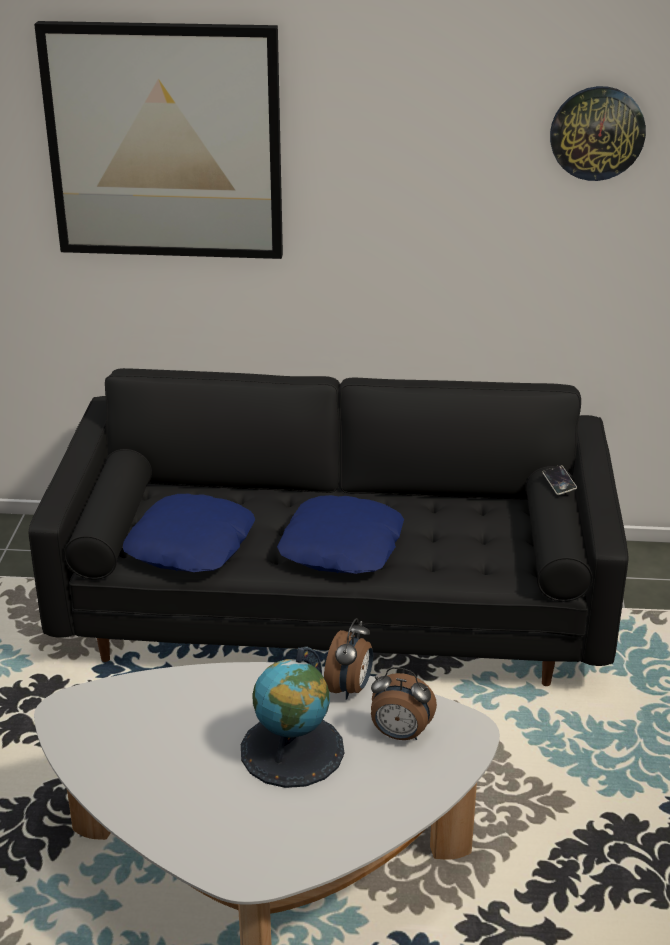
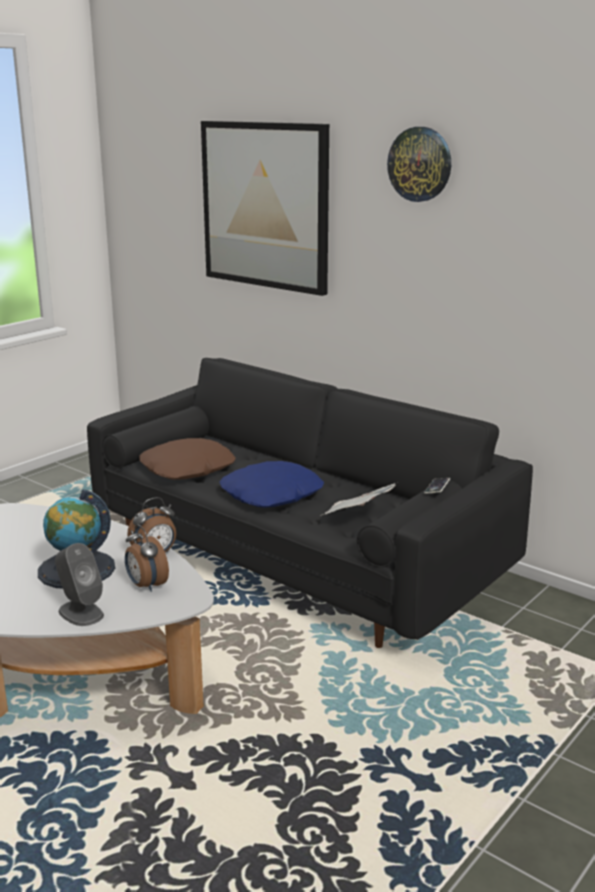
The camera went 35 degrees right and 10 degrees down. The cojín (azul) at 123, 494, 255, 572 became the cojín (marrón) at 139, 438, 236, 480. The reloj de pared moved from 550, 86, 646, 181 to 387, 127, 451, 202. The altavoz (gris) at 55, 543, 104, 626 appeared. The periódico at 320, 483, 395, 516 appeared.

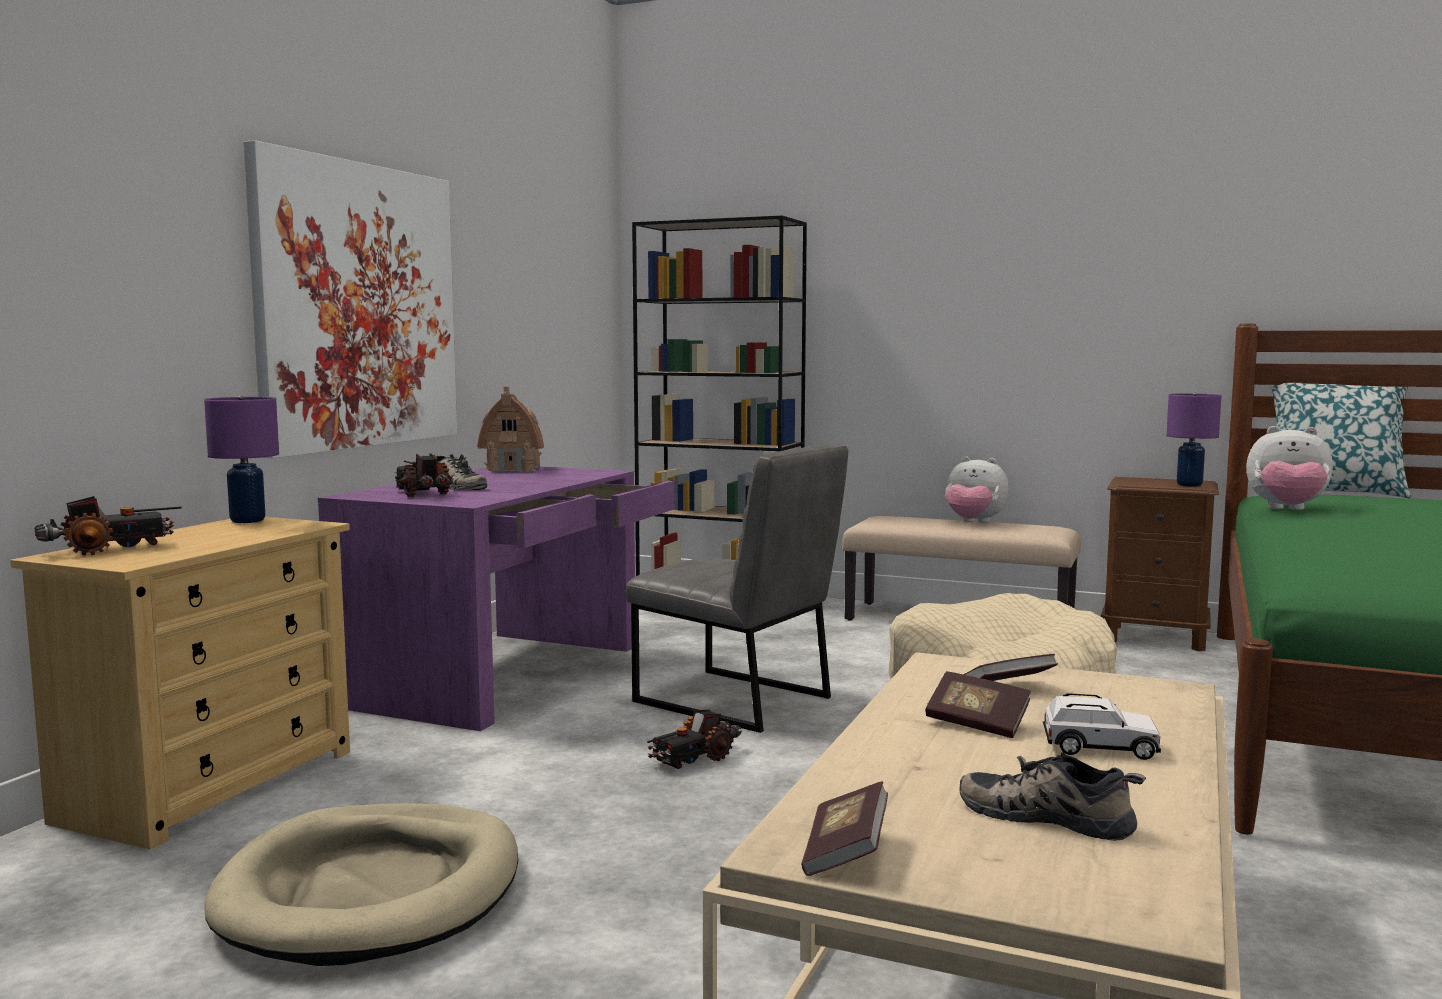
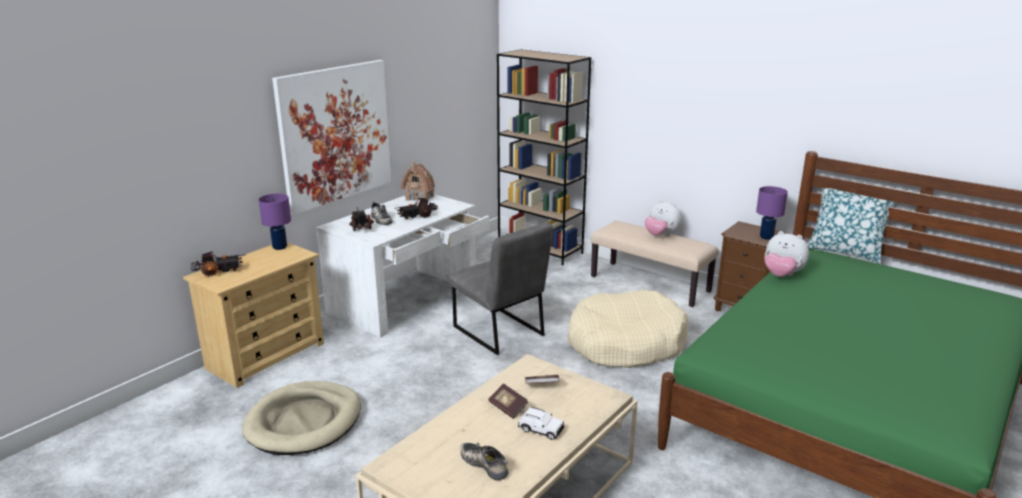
The camera went 15 degrees right and 15 degrees up. The escritorio (morado) at 318, 466, 675, 731 became the escritorio (blanco) at 316, 194, 490, 338. The camión de juguete moved from 647, 710, 742, 769 to 394, 198, 438, 219. The libro at 801, 781, 888, 876 disappeared.

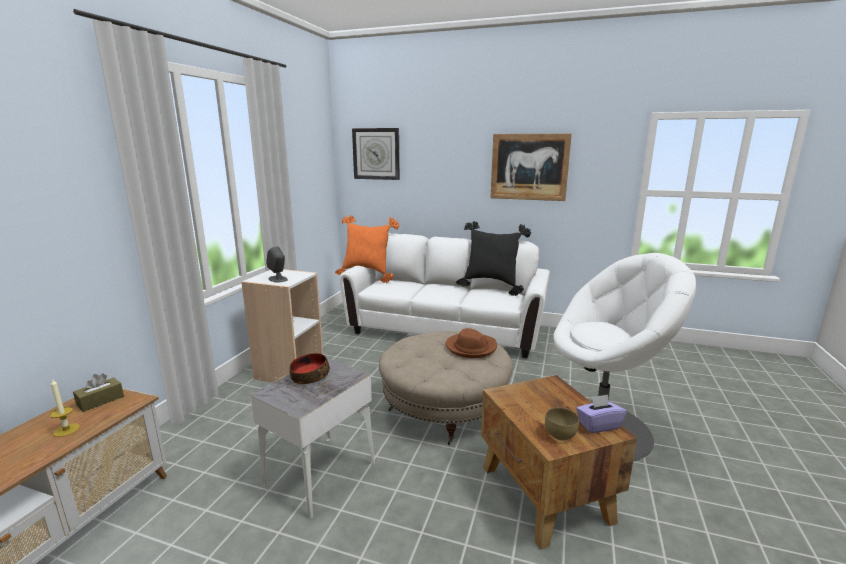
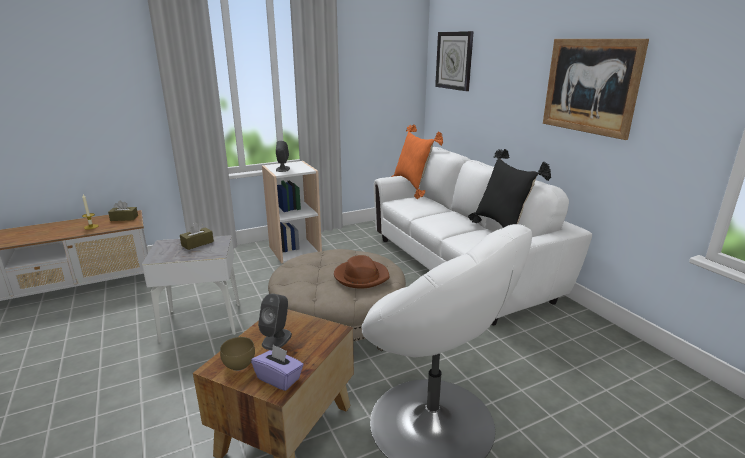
The camera went 45 degrees right and 5 degrees up. The cuenco at 289, 353, 330, 384 was replaced by the caja de pañuelos (marrón) at 180, 222, 214, 250. The altavoz (gris) at 258, 294, 292, 350 appeared.

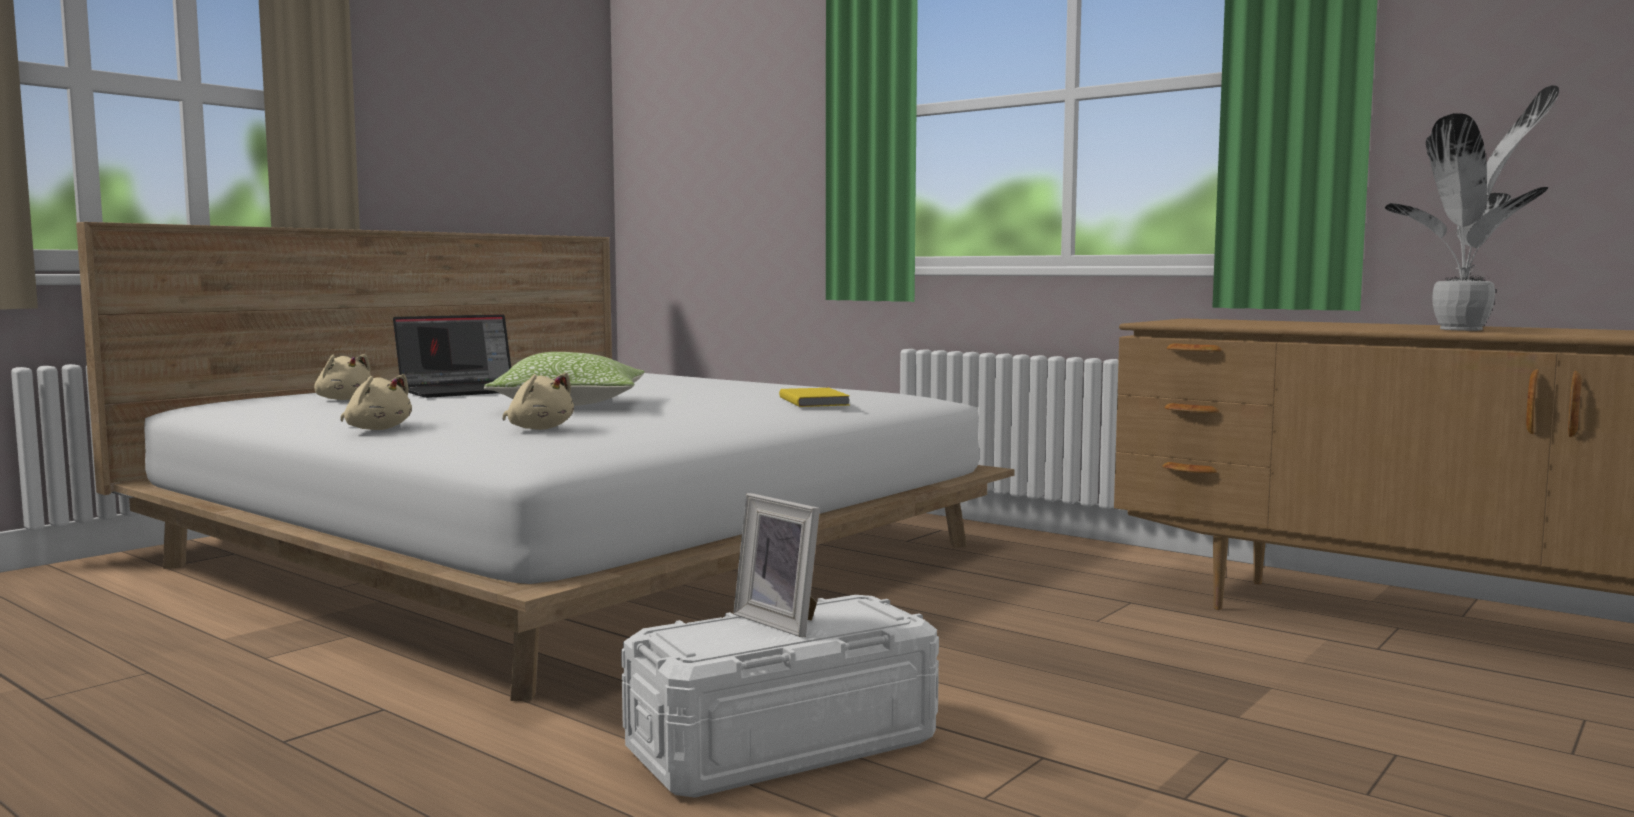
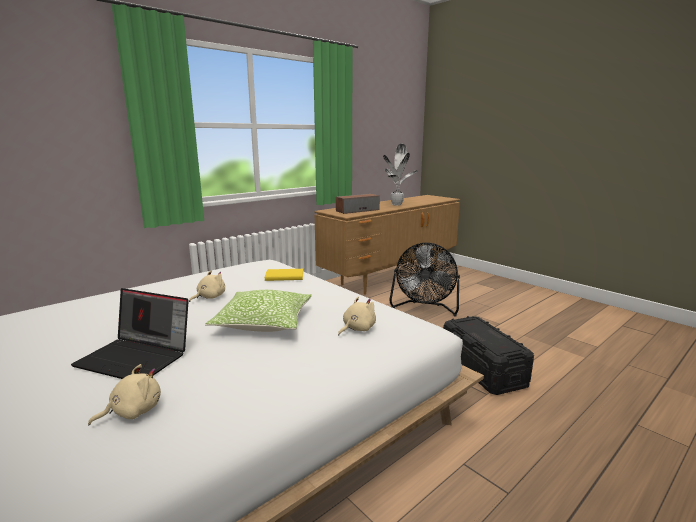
The camera went 80 degrees left and 10 degrees up. The peluche (beis) moved from 340, 374, 412, 430 to 189, 271, 225, 302. The portátil at 393, 314, 511, 398 turned 135 degrees clockwise. The caja de almacenaje (blanco) at 621, 595, 939, 798 became the caja de almacenaje (negro) at 443, 316, 534, 395. The portarretratos at 733, 493, 820, 637 disappeared. The altavoz at 336, 194, 380, 214 appeared. The ventilador (negro) at 390, 243, 460, 317 appeared.

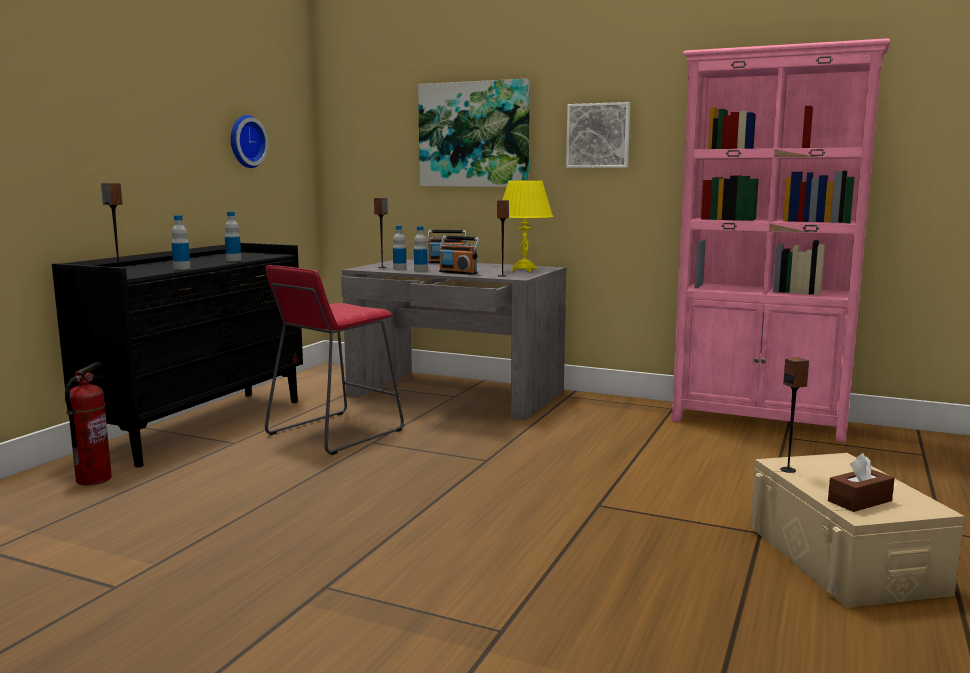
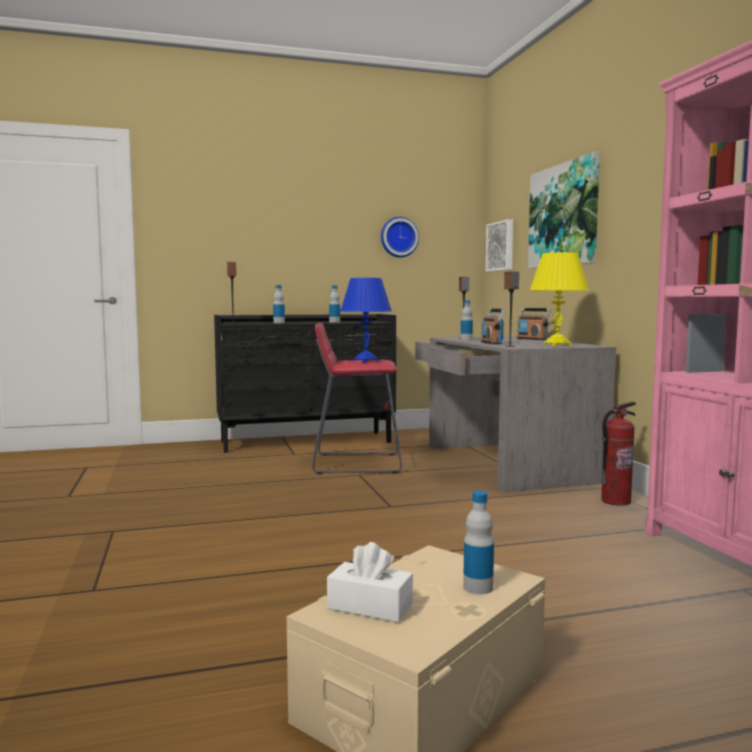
The camera went 50 degrees right and 5 degrees down. The extintor moved from 65, 362, 112, 485 to 601, 402, 636, 506. The botella moved from 414, 226, 428, 272 to 463, 491, 494, 594. The cuadro moved from 566, 102, 630, 168 to 486, 219, 513, 272. The altavoz at 780, 357, 809, 473 disappeared. The caja de pañuelos (marrón) at 828, 453, 894, 512 became the caja de pañuelos (blanco) at 327, 542, 413, 622. The lámpara de mesa (azul) at 340, 278, 392, 363 appeared.

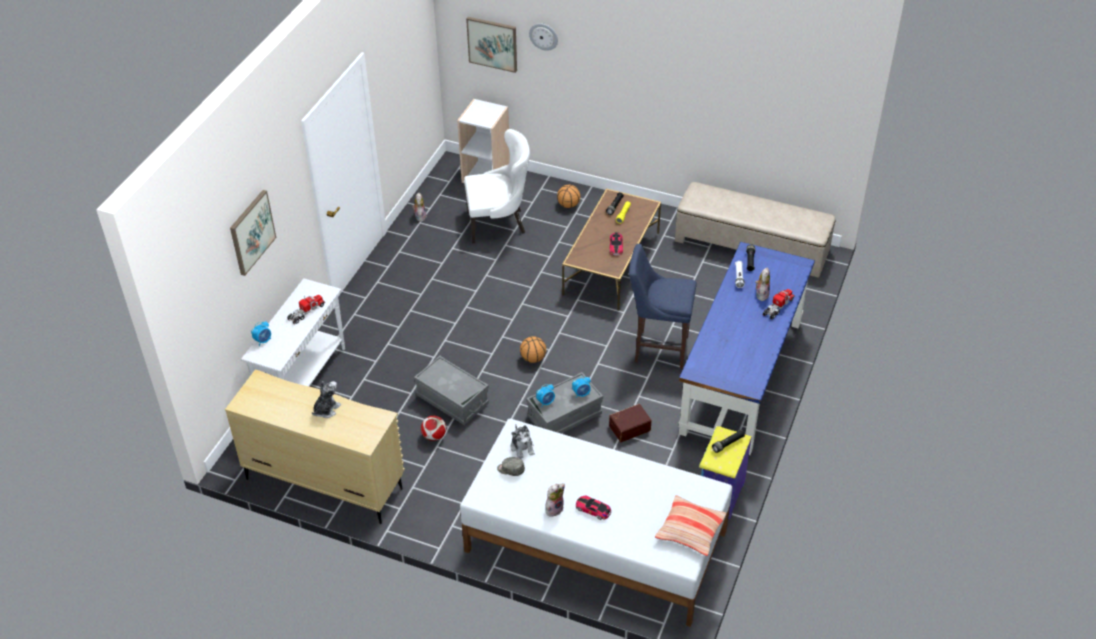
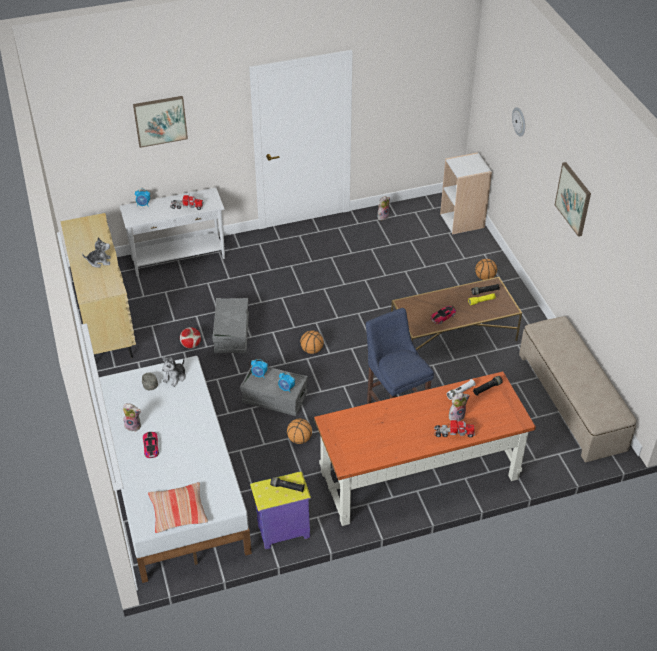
The camera went 50 degrees right and 0 degrees up. The silla (blanco) at 464, 129, 530, 243 disappeared. The cuadro moved from 466, 17, 517, 73 to 555, 162, 591, 237. The caja de almacenaje (marrón) at 609, 404, 652, 442 was replaced by the balón de baloncesto at 287, 419, 312, 444. The escritorio (azul) at 678, 242, 815, 455 became the escritorio (naranja) at 314, 371, 536, 526.

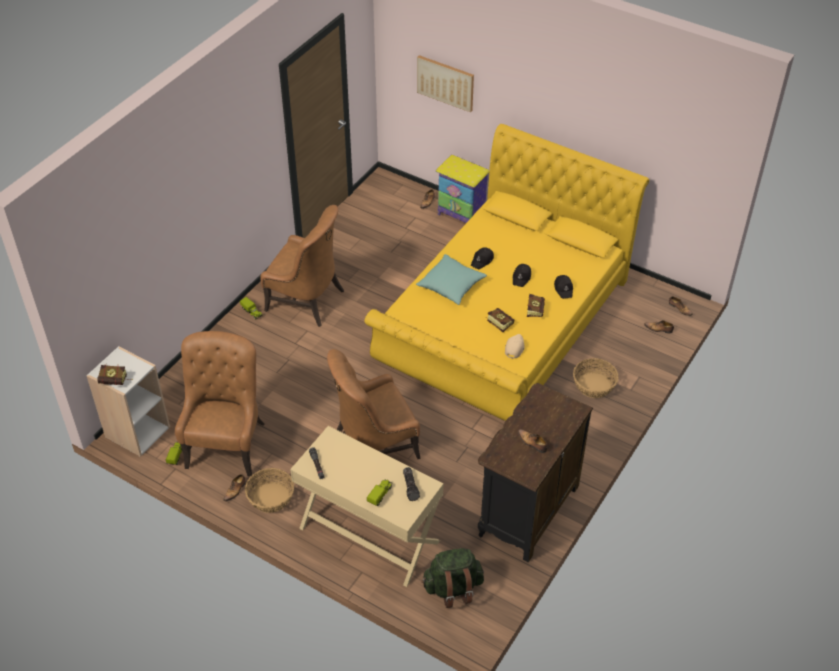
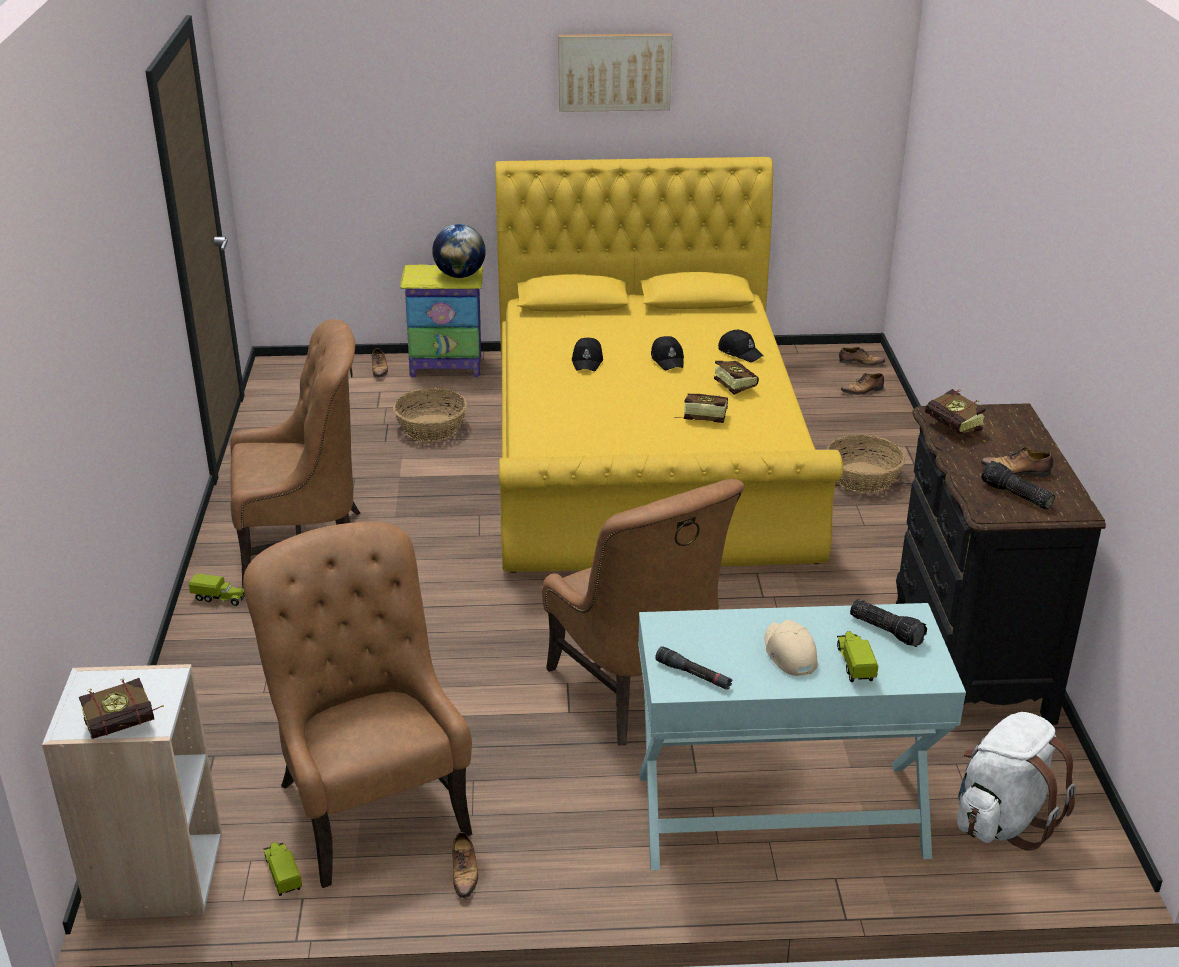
The camera went 35 degrees left and 15 degrees down. The cesta moved from 245, 468, 294, 513 to 393, 388, 467, 442. The escritorio (beis) at 290, 426, 443, 587 became the escritorio (turquesa) at 638, 603, 966, 870. The silla (marrón) at 327, 349, 421, 459 turned 60 degrees counterclockwise. The cojín (turquesa) at 416, 254, 487, 305 disappeared. The cuadro moved from 417, 55, 474, 112 to 558, 33, 672, 112. The mochila (verde) at 422, 548, 484, 608 became the mochila (blanco) at 957, 712, 1076, 851. The gorra (beis) moved from 505, 334, 525, 359 to 764, 620, 818, 676. The globo terráqueo at 432, 224, 486, 278 appeared. The libro at 925, 389, 986, 442 appeared. The linterna at 981, 461, 1055, 509 appeared.

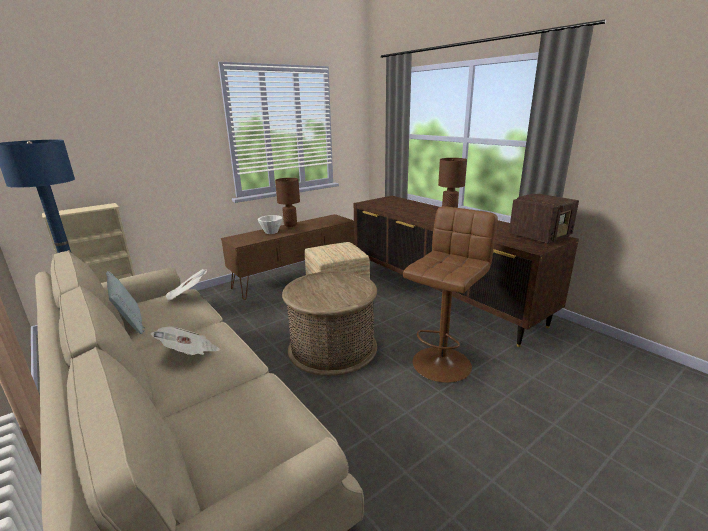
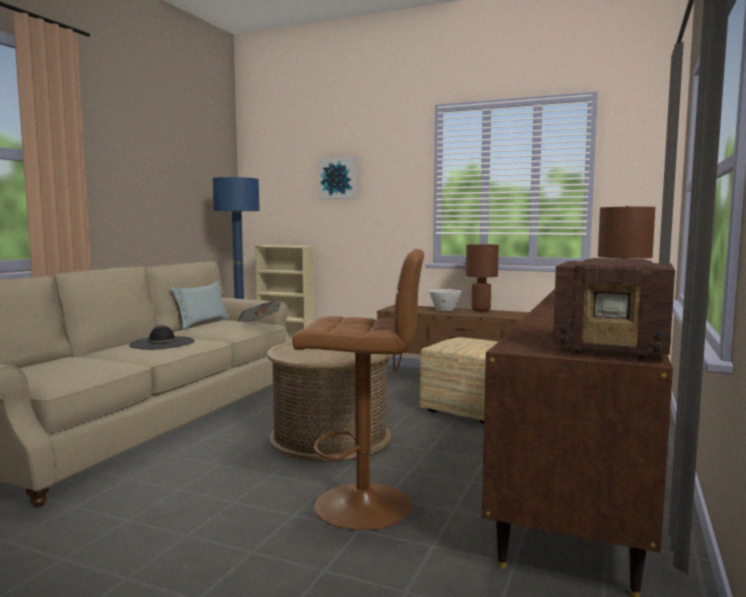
The camera went 60 degrees right and 15 degrees down. The periódico at 150, 326, 220, 355 was replaced by the sombrero (negro) at 129, 325, 195, 350. The cuadro at 318, 157, 357, 199 appeared.

